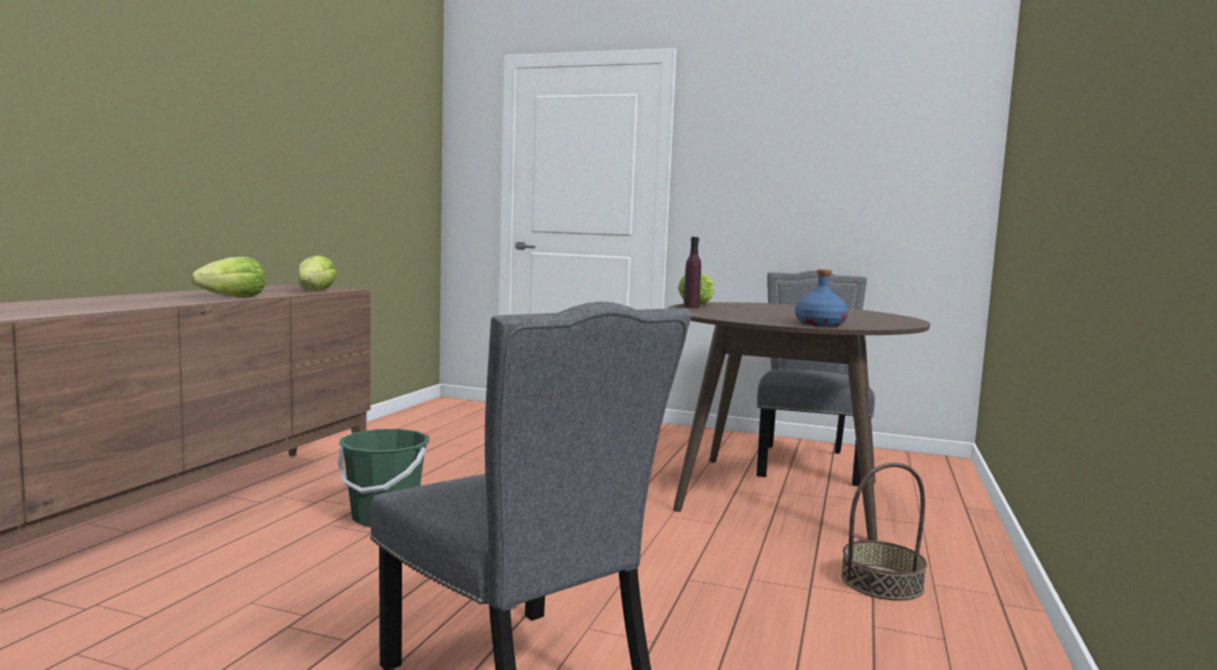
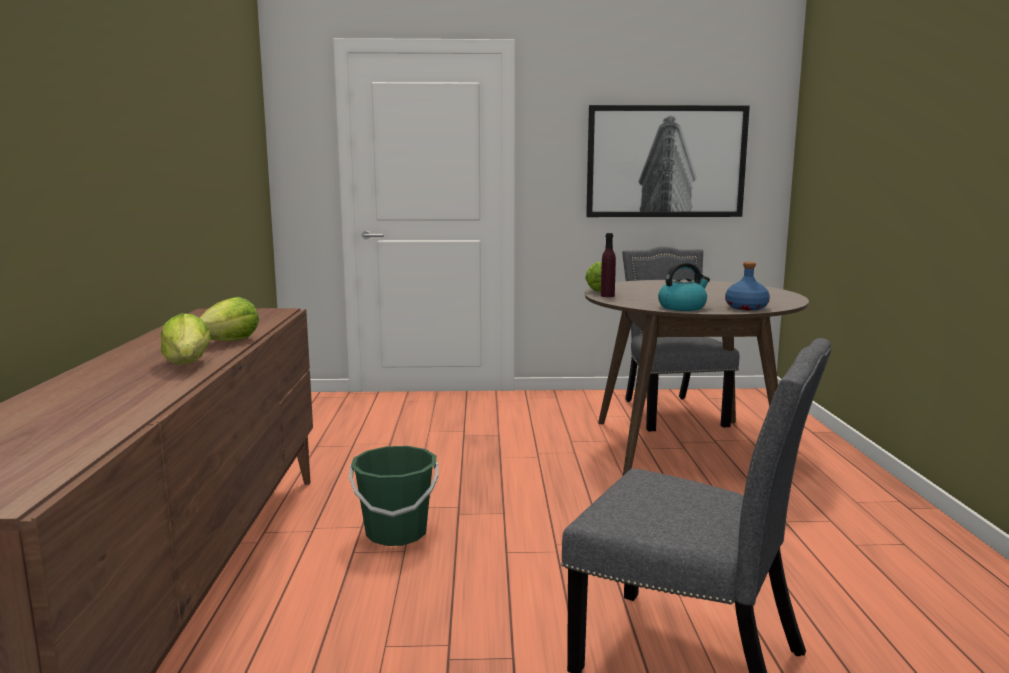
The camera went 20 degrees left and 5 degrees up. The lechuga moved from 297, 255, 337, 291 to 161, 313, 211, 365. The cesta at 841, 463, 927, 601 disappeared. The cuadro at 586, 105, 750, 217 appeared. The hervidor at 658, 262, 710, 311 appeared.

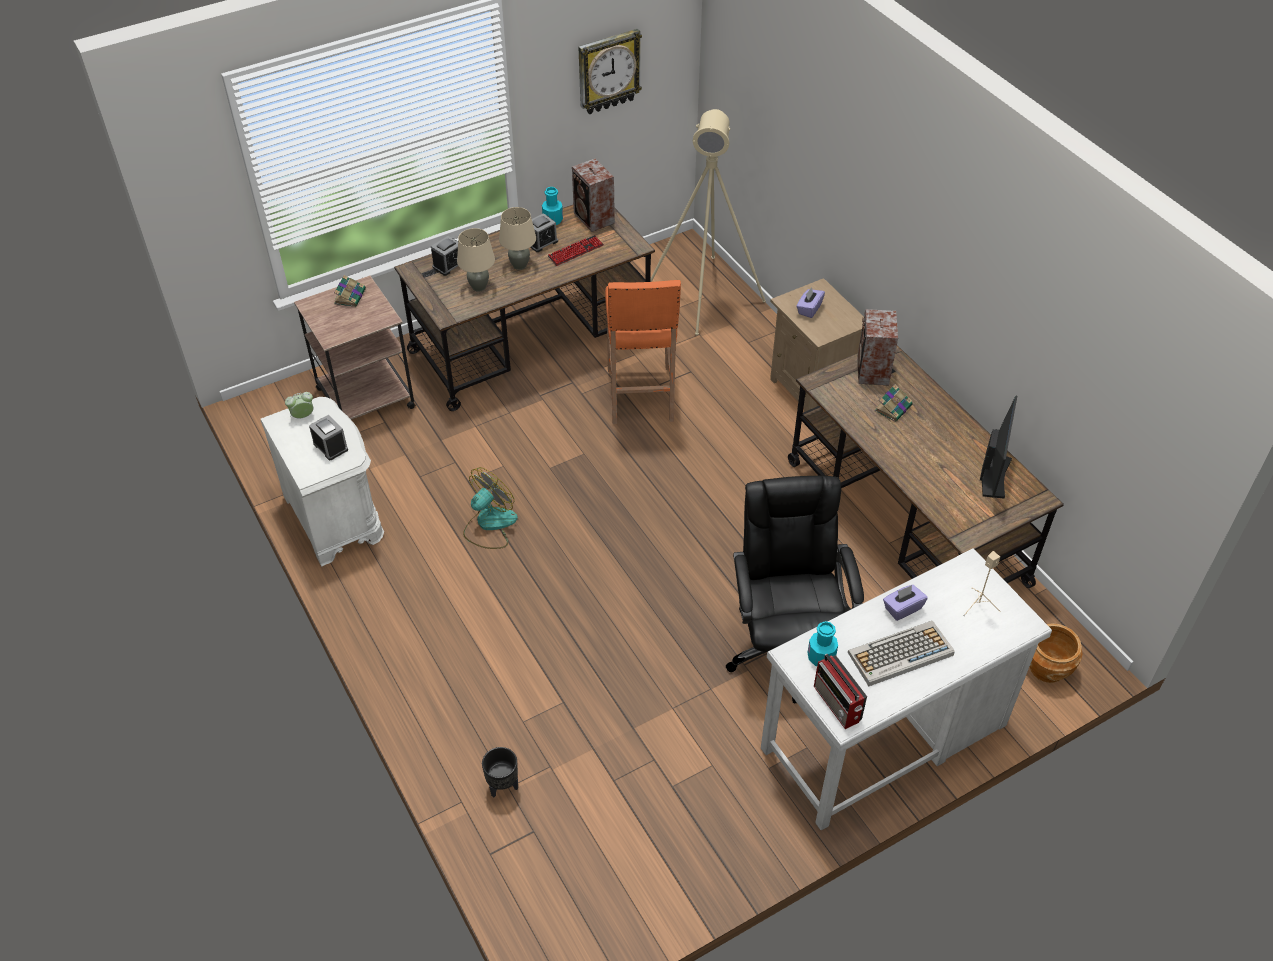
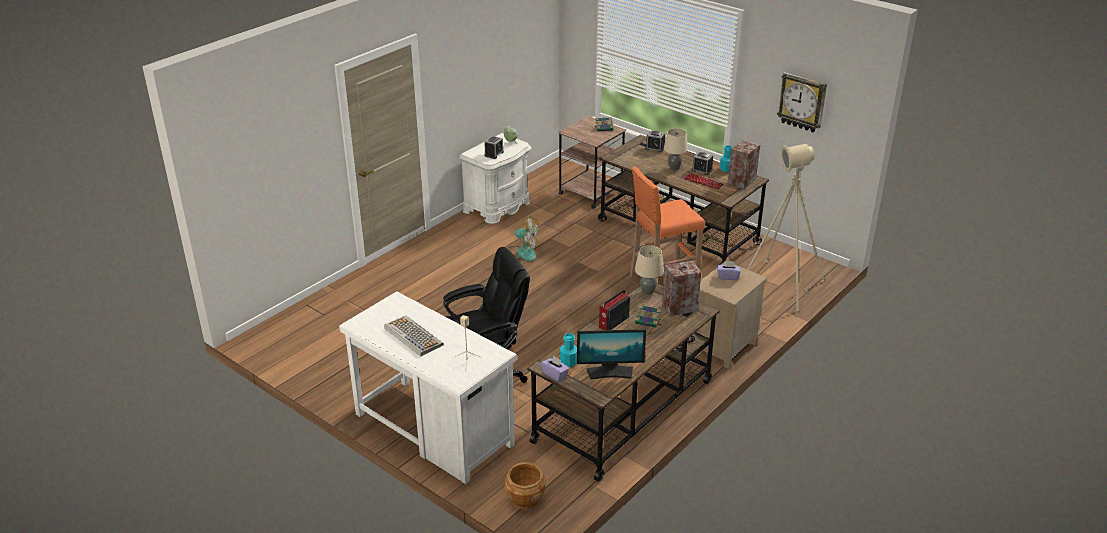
The camera went 70 degrees right and 15 degrees down. The lámpara de mesa (beis) moved from 457, 228, 495, 292 to 635, 245, 664, 295. The maceta (negro) at 482, 747, 518, 797 disappeared. The botella (turquesa) moved from 807, 621, 838, 666 to 560, 333, 577, 367. The radio moved from 814, 654, 867, 729 to 599, 289, 630, 330. The caja de pañuelos (morado) moved from 883, 585, 928, 621 to 541, 356, 570, 381.

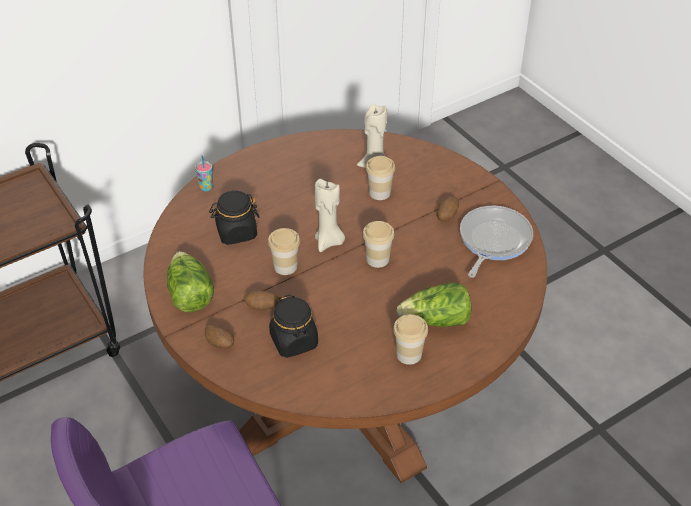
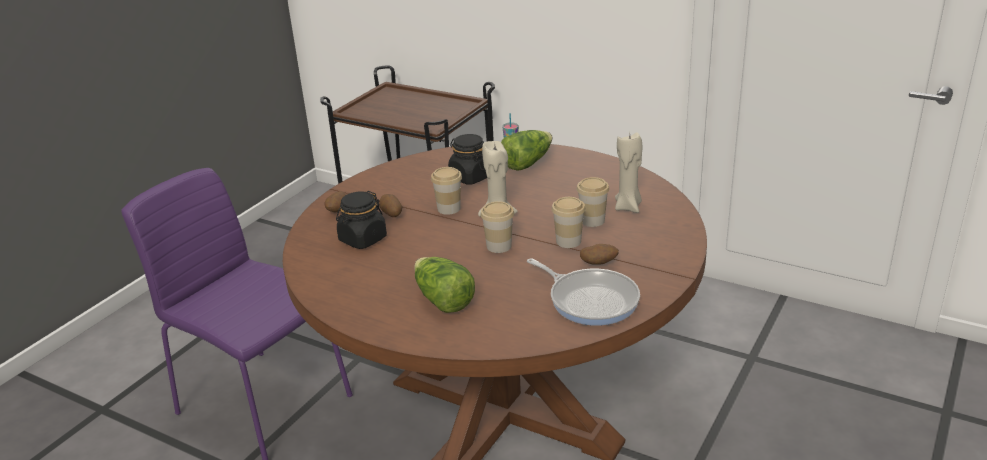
The camera went 65 degrees right and 15 degrees down. The lechuga moved from 167, 251, 214, 312 to 501, 130, 552, 171. The taza moved from 393, 314, 428, 365 to 551, 197, 585, 248. The sartén at 460, 206, 533, 278 turned 45 degrees clockwise.

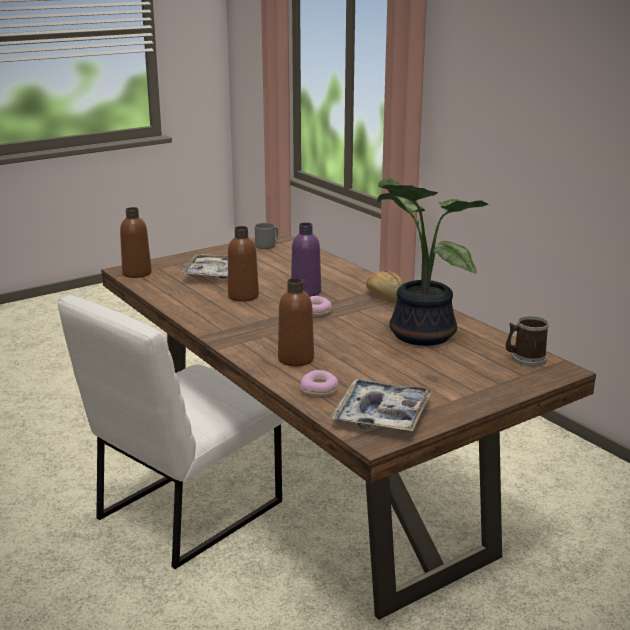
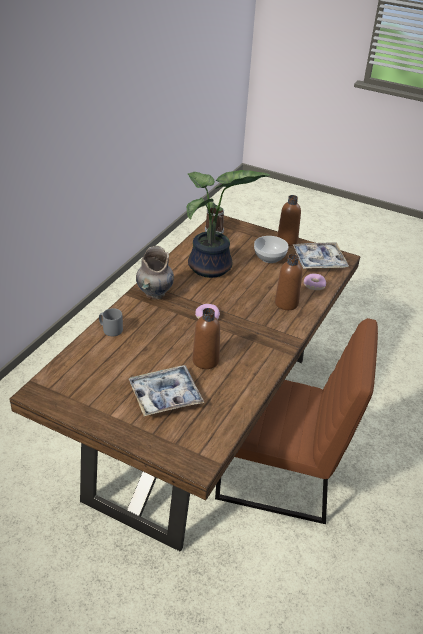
The camera went 120 degrees left and 15 degrees up. The silla (blanco) at 58, 295, 285, 569 became the silla (marrón) at 215, 318, 378, 524. The botella (marrón) moved from 120, 207, 152, 278 to 277, 195, 301, 246. The taza grande (gris) moved from 255, 223, 278, 249 to 99, 308, 123, 336. The botella (morado) at 291, 223, 321, 297 disappeared. The pan at 366, 270, 403, 303 was replaced by the florero (gris) at 136, 246, 174, 300. The cuenco at 254, 236, 288, 263 appeared.

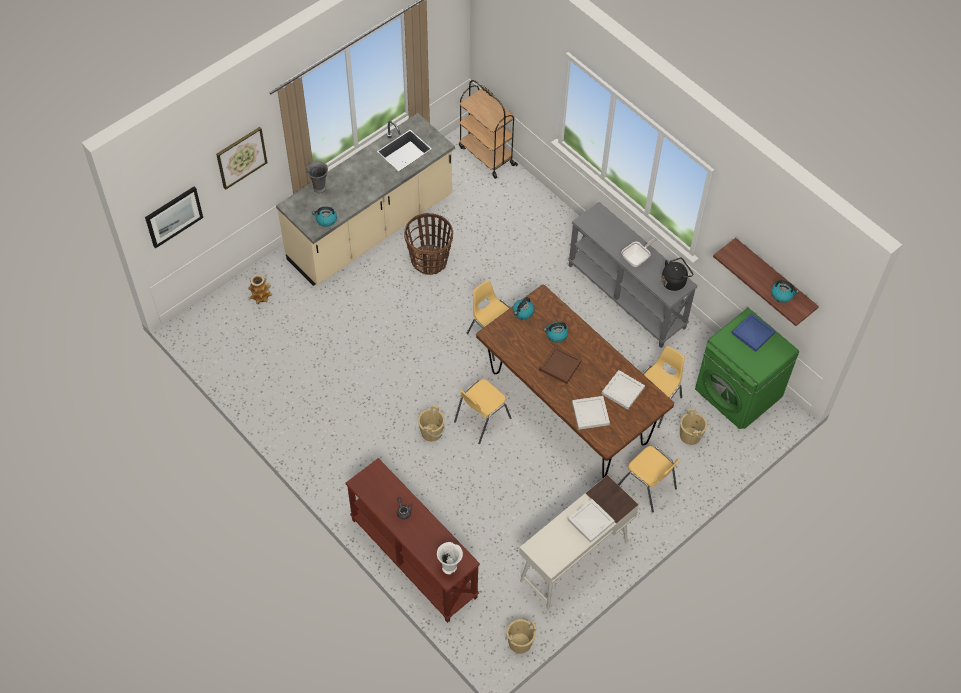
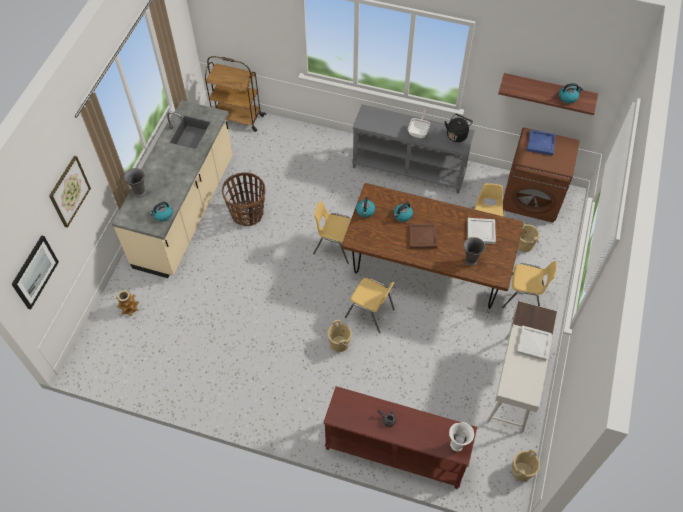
The camera went 30 degrees left and 0 degrees up. The silla (amarillo) at 454, 379, 511, 444 turned 75 degrees counterclockwise. The bandeja (blanco) at 572, 396, 610, 430 was replaced by the florero (gris) at 464, 237, 485, 266. The lavadora (verde) at 695, 308, 799, 429 became the lavadora (marrón) at 503, 128, 580, 223.

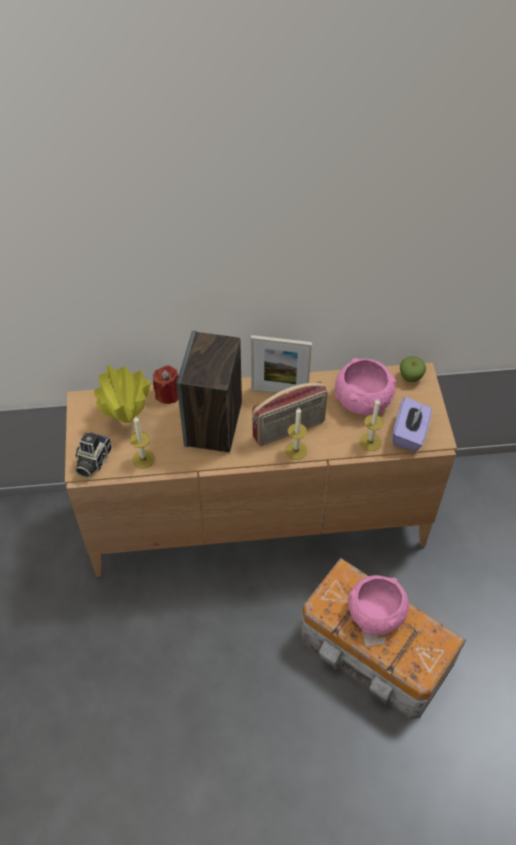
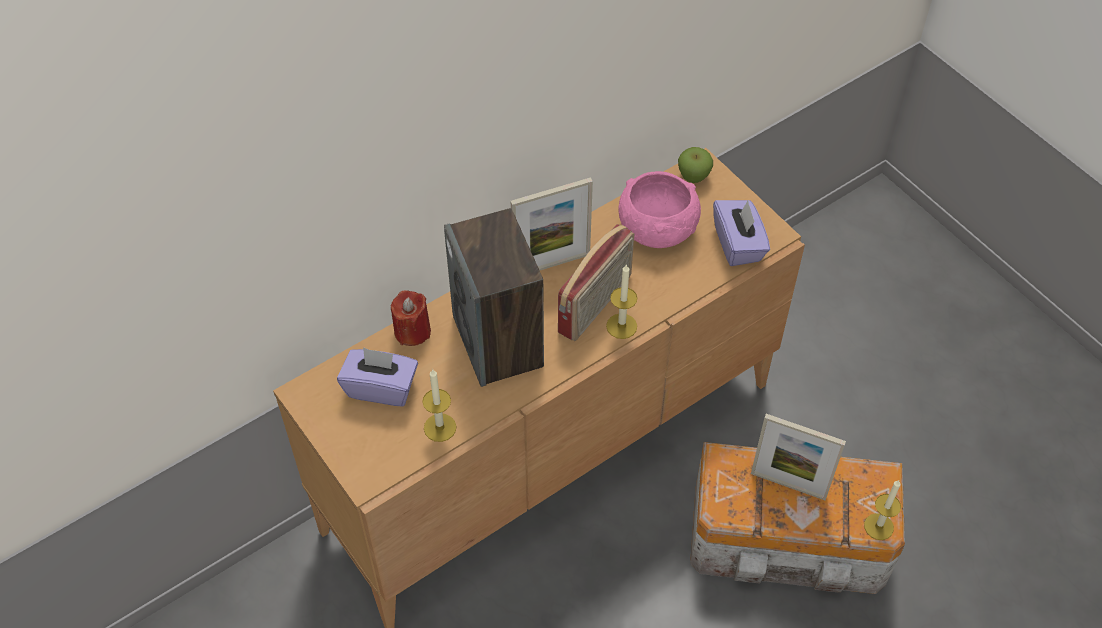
The camera went 30 degrees left and 0 degrees up. The cámara at 75, 432, 112, 478 disappeared. The florero (amarillo) at 93, 366, 150, 423 was replaced by the caja de pañuelos (morado) at 337, 347, 418, 407. The cuenco (rosa) at 348, 575, 409, 635 was replaced by the portarretratos at 751, 414, 846, 500. The vela moved from 359, 399, 384, 451 to 864, 480, 901, 540.

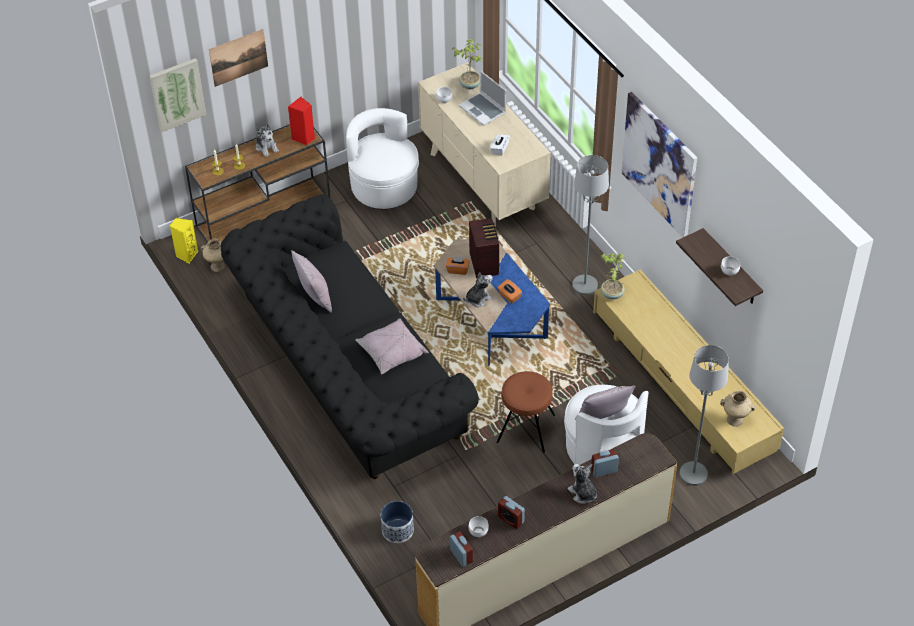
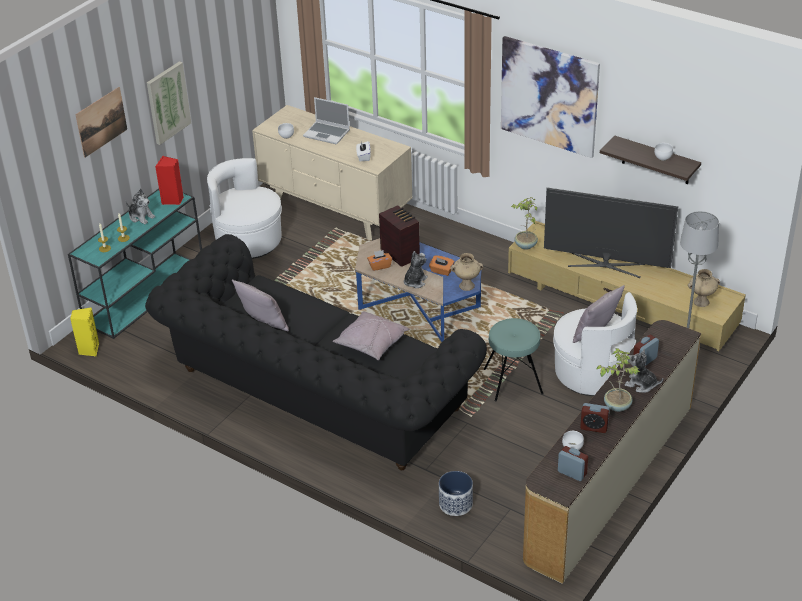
The camera went 25 degrees left and 10 degrees down. The cuadro moved from 149, 58, 206, 132 to 147, 61, 191, 145. The mesa consola (marrón) at 185, 124, 330, 243 became the mesa consola (turquesa) at 68, 188, 202, 339. The florero (beis) moved from 200, 239, 225, 272 to 450, 253, 483, 291. The planta en maceta moved from 452, 39, 482, 89 to 597, 348, 640, 412. The taburete (marrón) at 496, 371, 555, 453 became the taburete (turquesa) at 484, 318, 544, 402. The lámpara de pie (gris) at 572, 155, 609, 295 disappeared. The televisor at 544, 188, 678, 278 appeared.

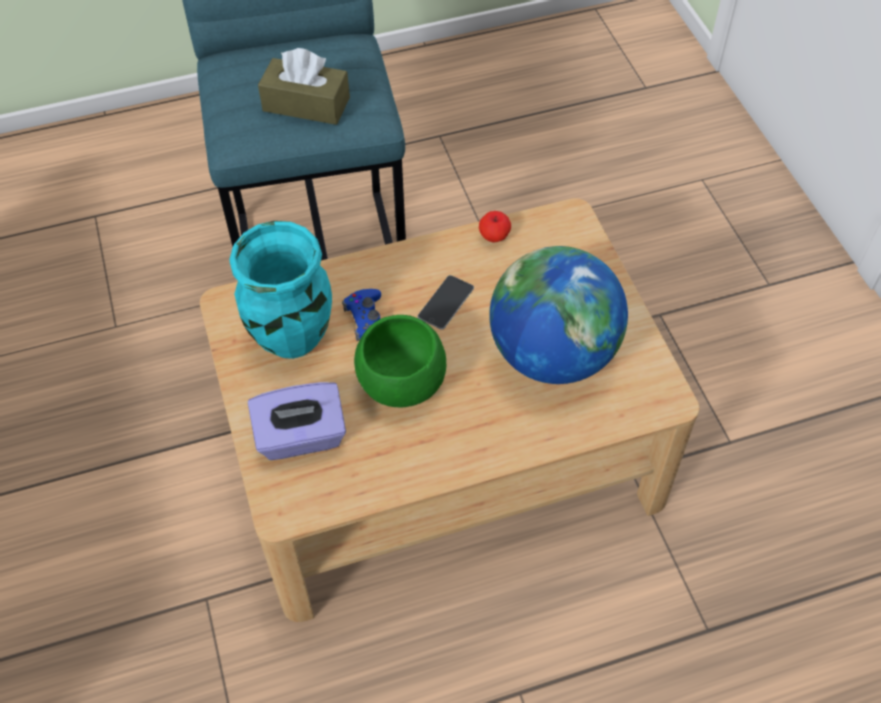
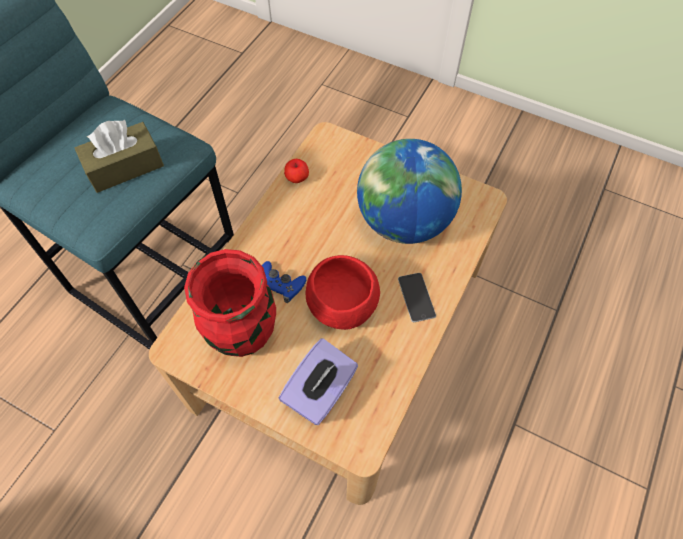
The camera went 45 degrees left and 5 degrees up. The florero (turquesa) at 229, 221, 332, 359 became the florero (rojo) at 184, 249, 276, 357. The cuenco (verde) at 354, 315, 446, 408 became the cuenco (rojo) at 306, 255, 380, 330. The móvil moved from 418, 275, 474, 330 to 398, 273, 436, 322.

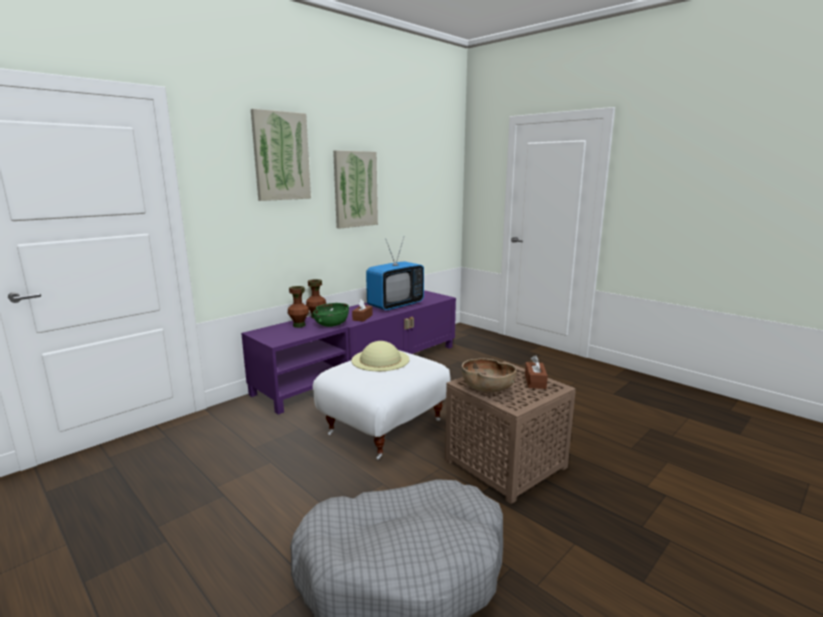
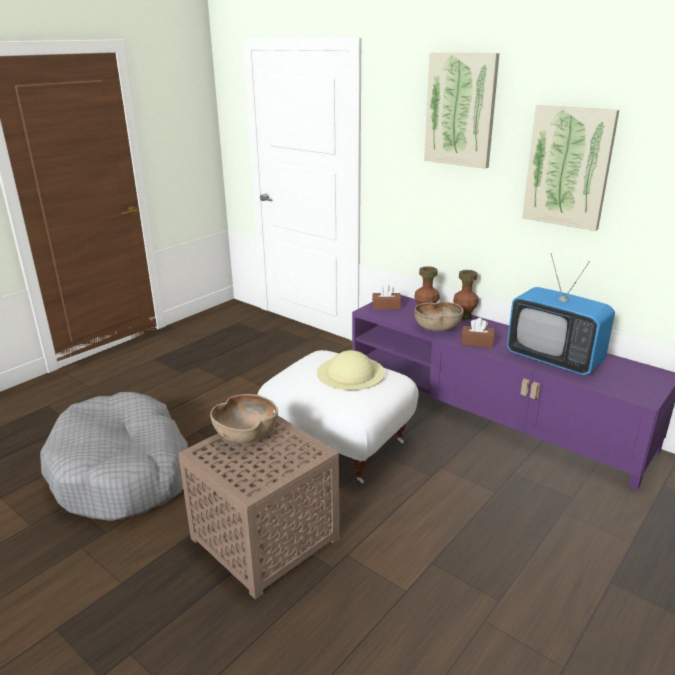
The camera went 85 degrees right and 10 degrees up. The cuenco (verde) at 313, 303, 349, 327 became the cuenco (marrón) at 414, 302, 464, 331. The caja de pañuelos (marrón) moved from 525, 355, 548, 389 to 372, 284, 401, 310.

